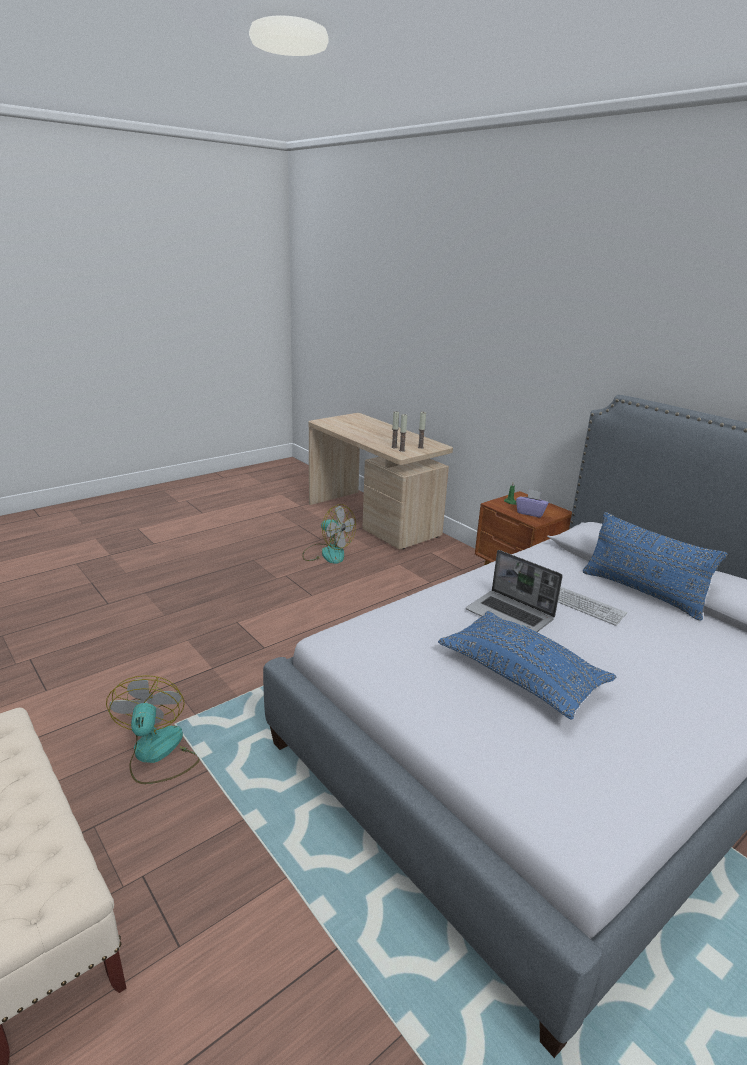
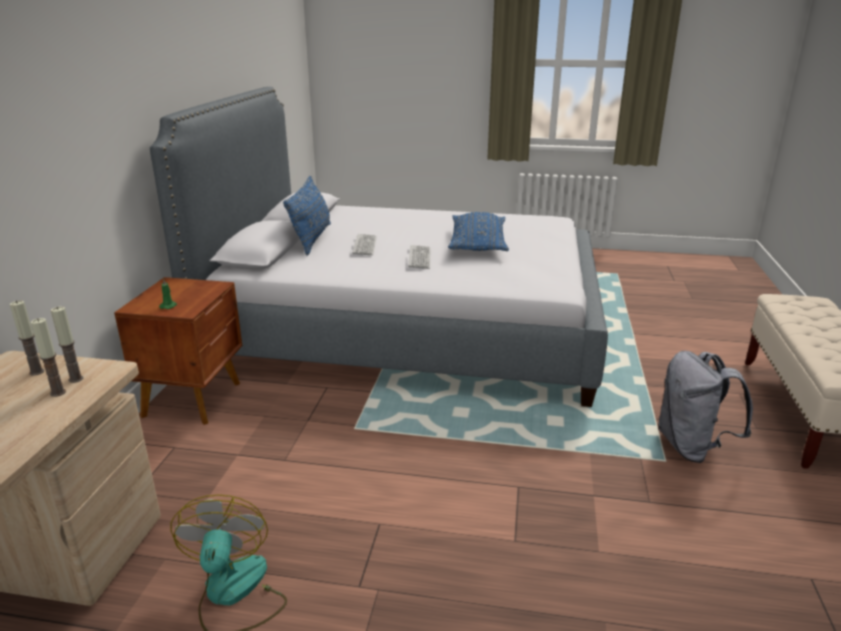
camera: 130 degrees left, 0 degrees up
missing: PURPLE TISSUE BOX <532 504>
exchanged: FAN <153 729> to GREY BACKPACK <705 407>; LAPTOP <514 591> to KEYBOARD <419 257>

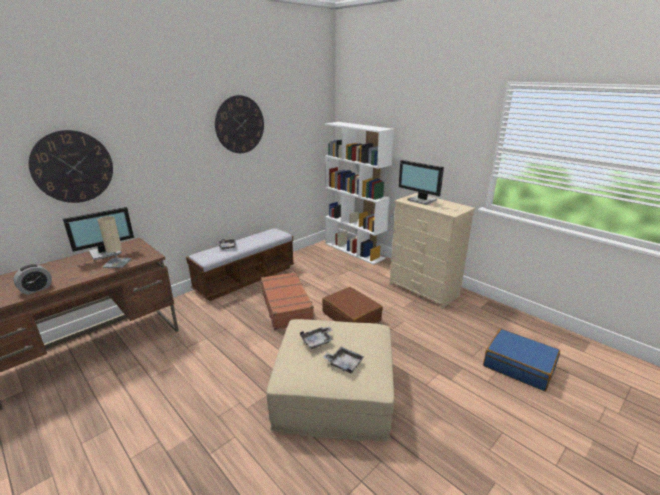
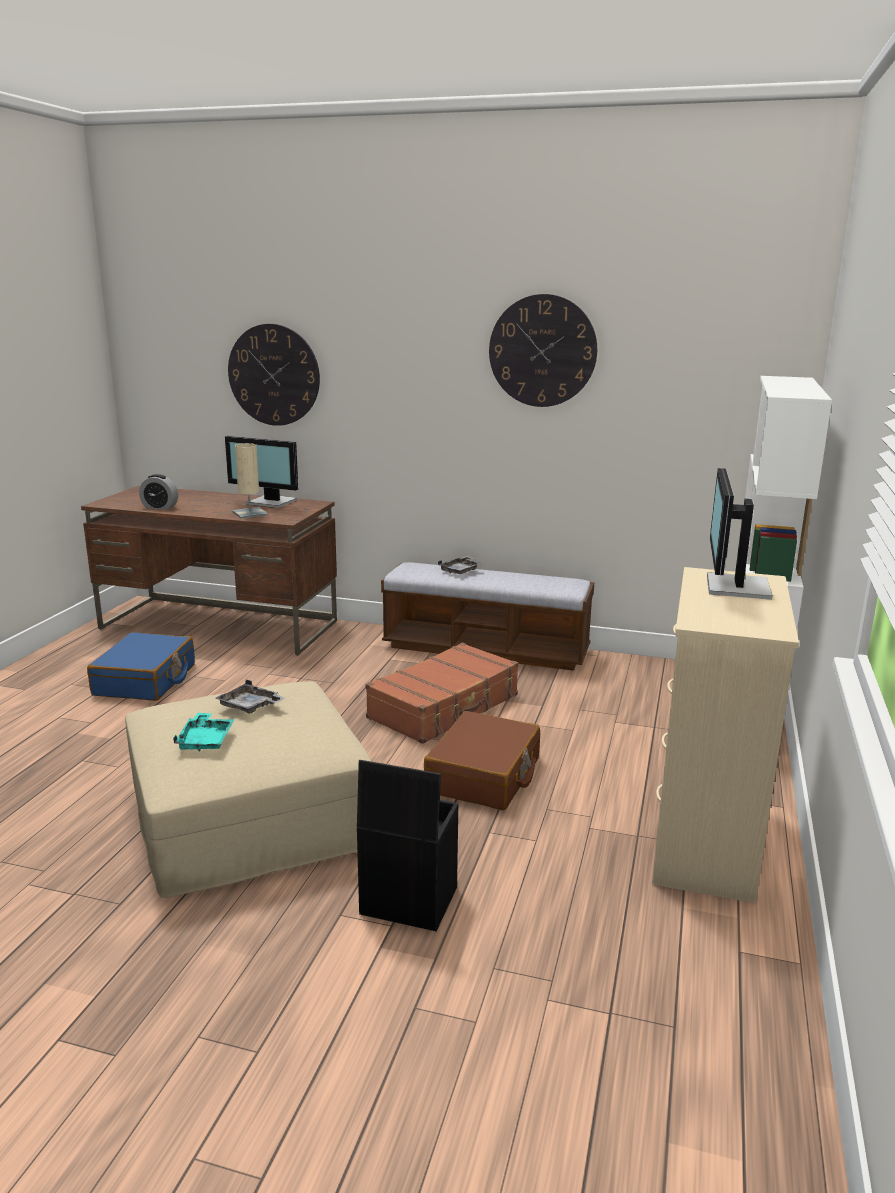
camera: 60 degrees right, 5 degrees down
appeared: BLACK STORAGE BOX <407 845>
relocated: BLUE SUITCASE <521 360> to <141 666>
colour: GREY TRAY <343 360> to TURQUOISE TRAY <204 732>

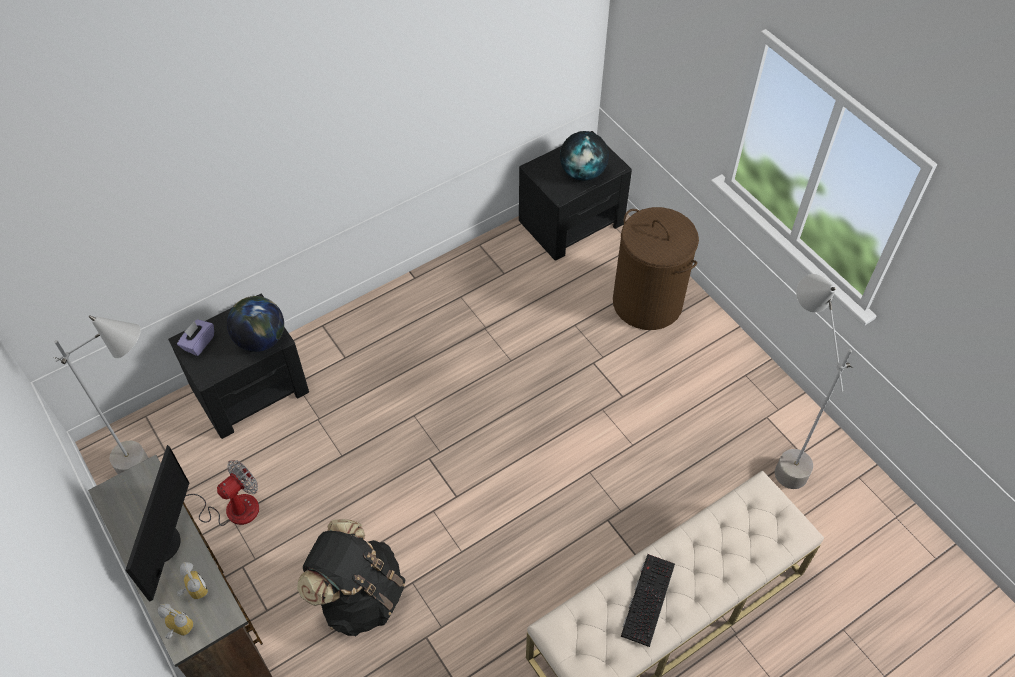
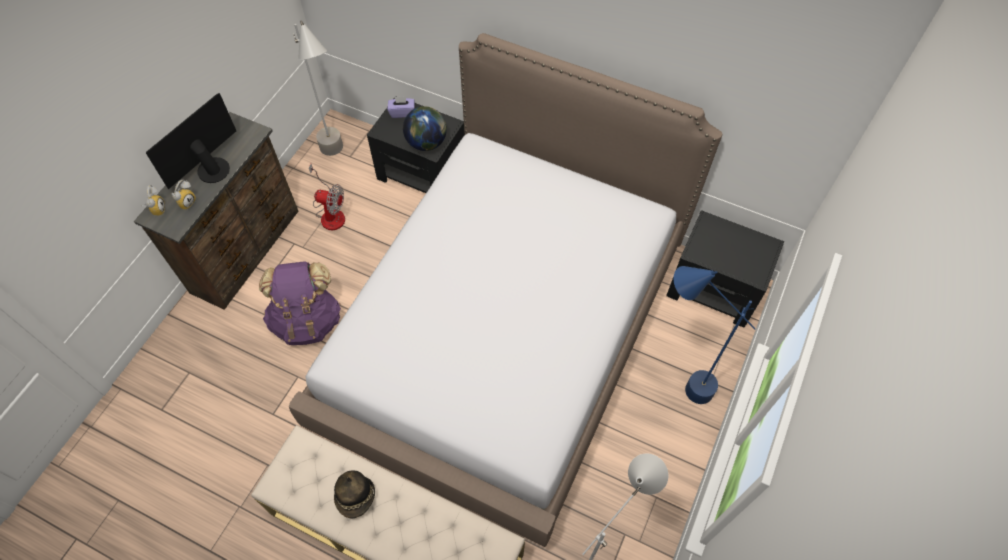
camera: 60 degrees right, 5 degrees up
missing: GLOBE <584 156>
appeared: BED <505 290>
exchanged: BROWN LAUNDRY BASKET <656 268> to BLUE FLOOR LAMP <715 335>; KEYBOARD <648 600> to HAT <354 494>
colour: BLACK BACKPACK <351 577> to PURPLE BACKPACK <300 303>
spun: MONITOR <157 523> = <191 141> 150 degrees clockwise

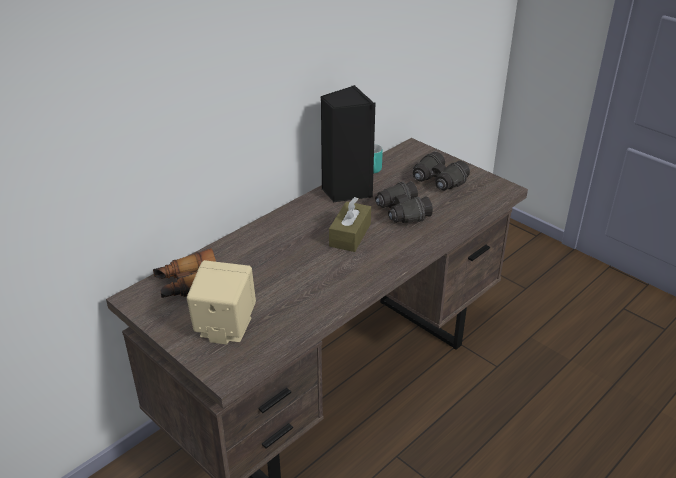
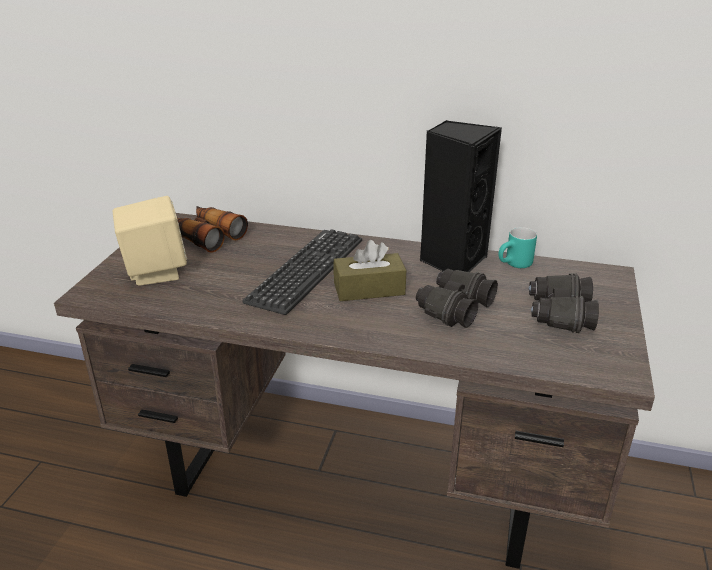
camera: 60 degrees right, 5 degrees down
appeared: KEYBOARD <302 272>

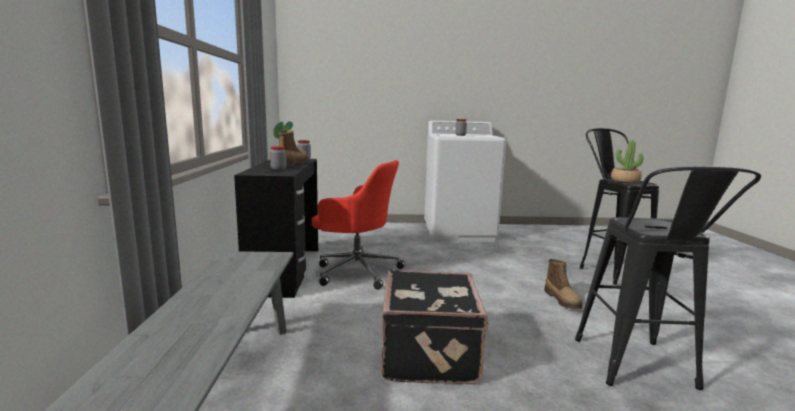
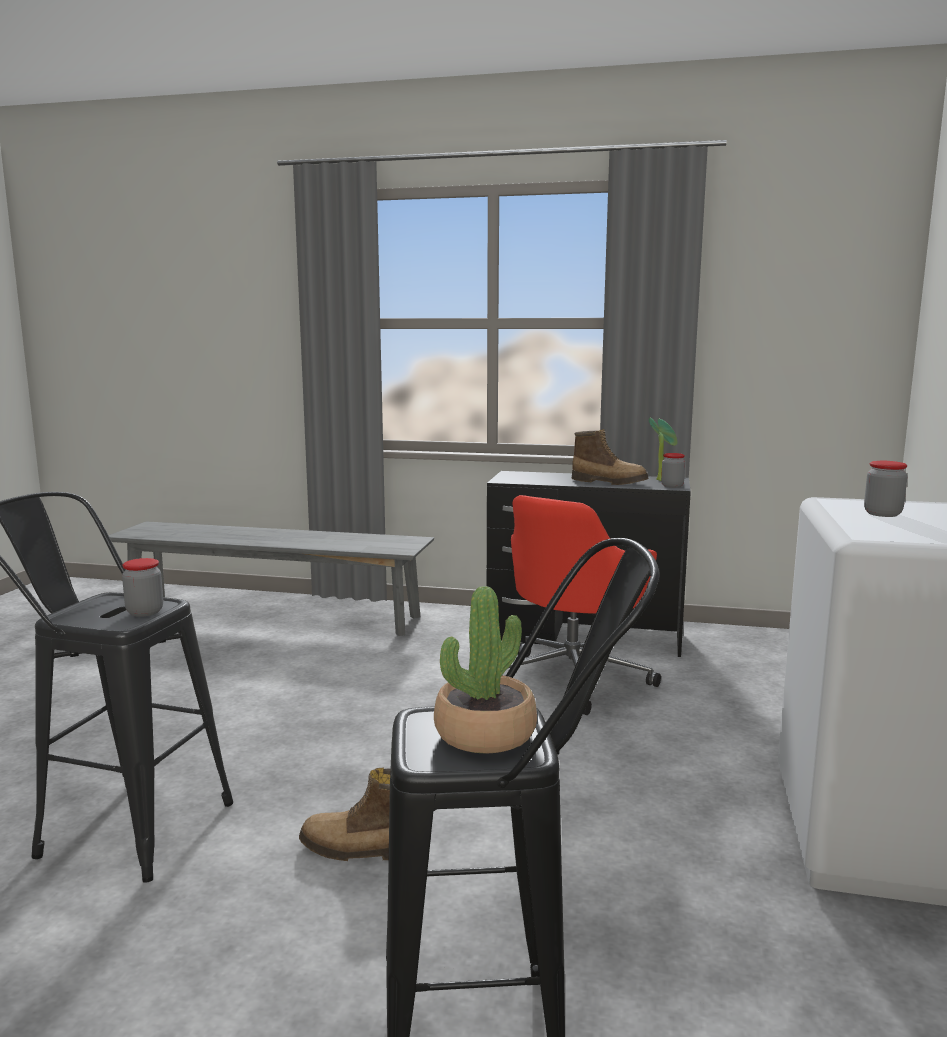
camera: 105 degrees right, 0 degrees up
missing: BLACK SUITCASE <435 327>
relocated: JAR <278 158> to <142 587>

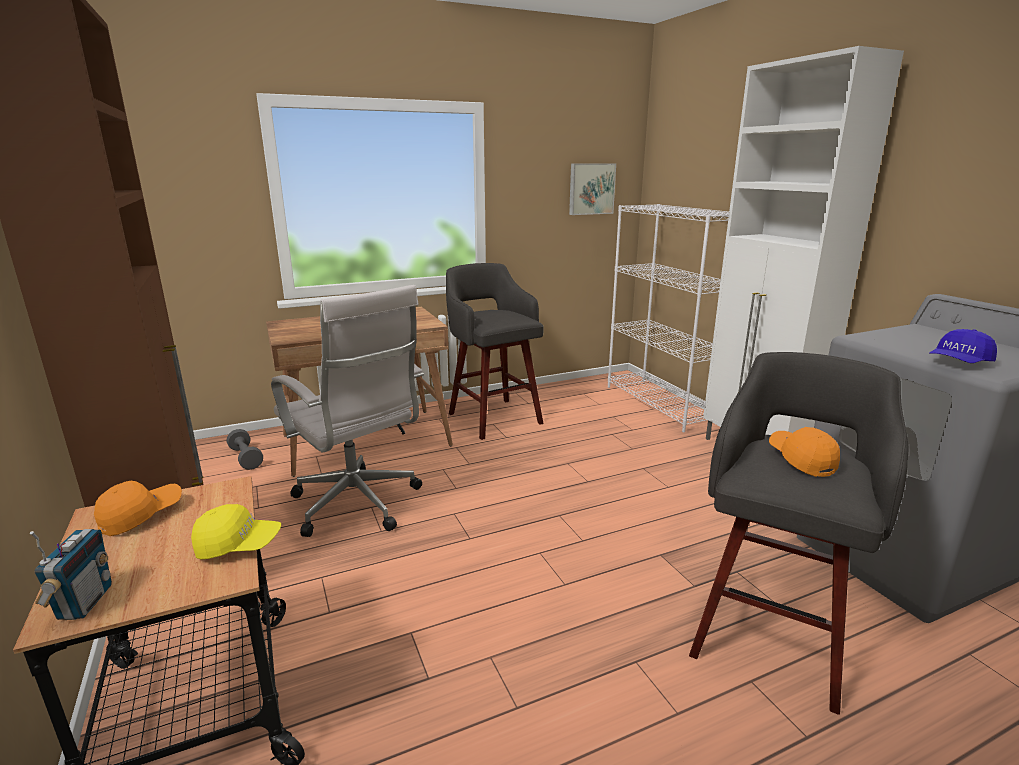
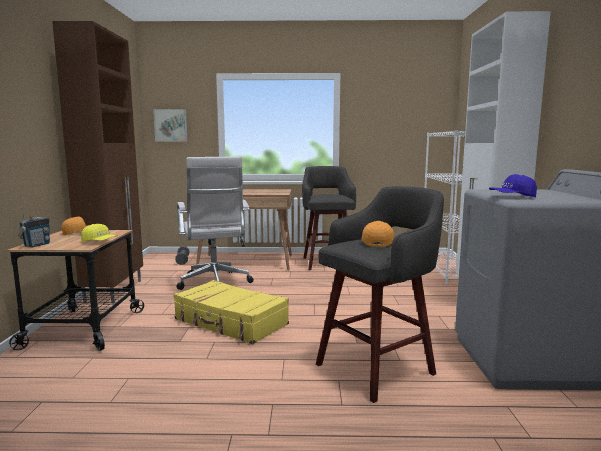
camera: 25 degrees right, 10 degrees down
appeared: YELLOW SUITCASE <231 312>
relocated: PICTURE <592 189> to <170 125>

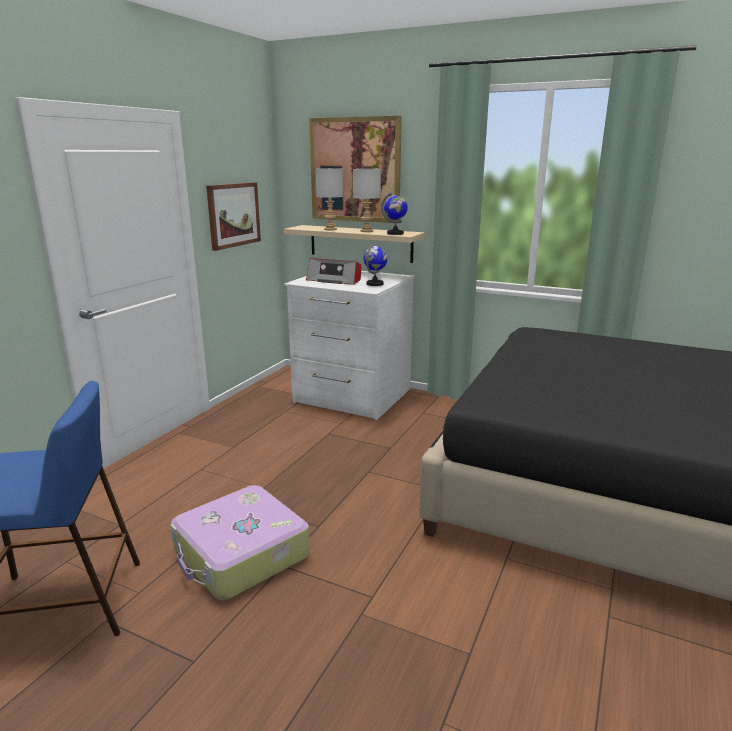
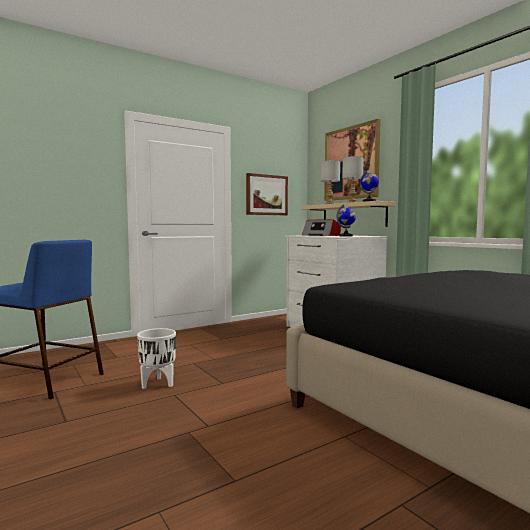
camera: 30 degrees right, 15 degrees down
exchanged: SUITCASE <240 542> to WHITE PLANTER <156 358>

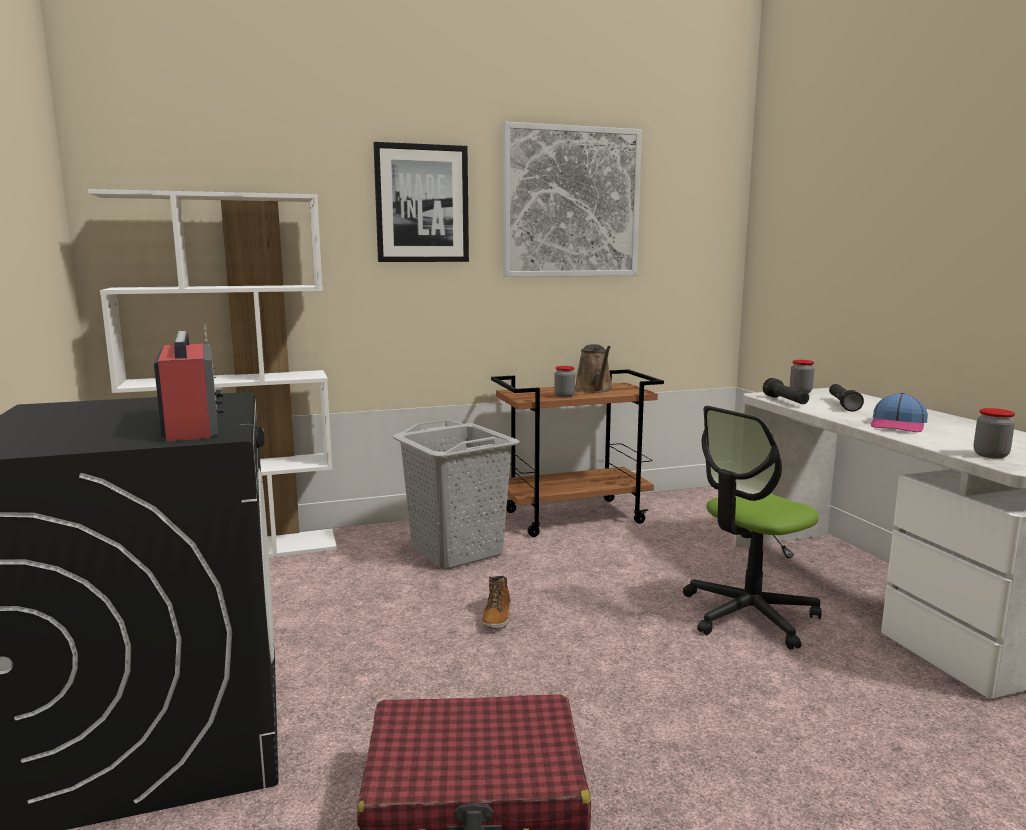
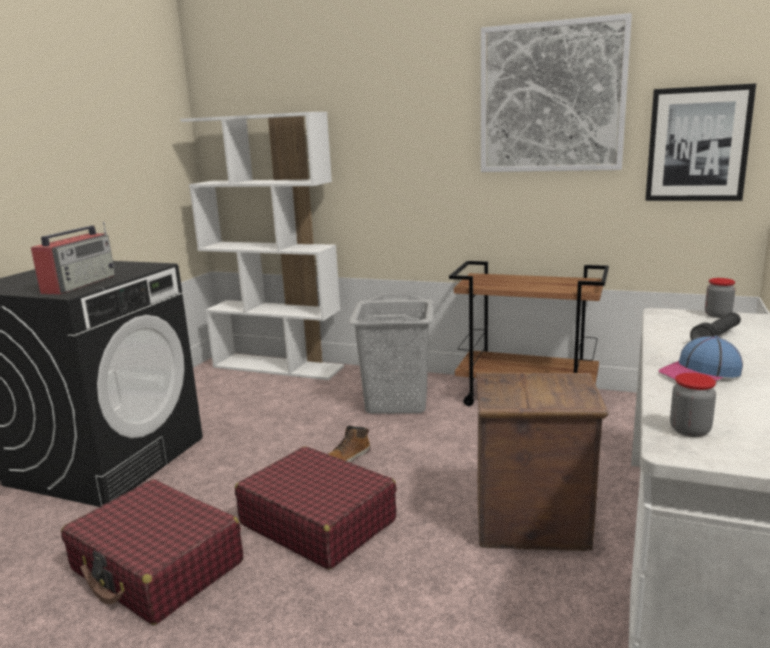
camera: 40 degrees right, 5 degrees up
missing: JAR <564 382>; BROWN WATERING CAN <594 368>; BLACK FLASHLIGHT <786 391>
appeared: RED SUITCASE <316 508>
relocated: PICTURE <421 202> to <700 142>
exchanged: OFFICE CHAIR <752 527> to CRATE <542 461>

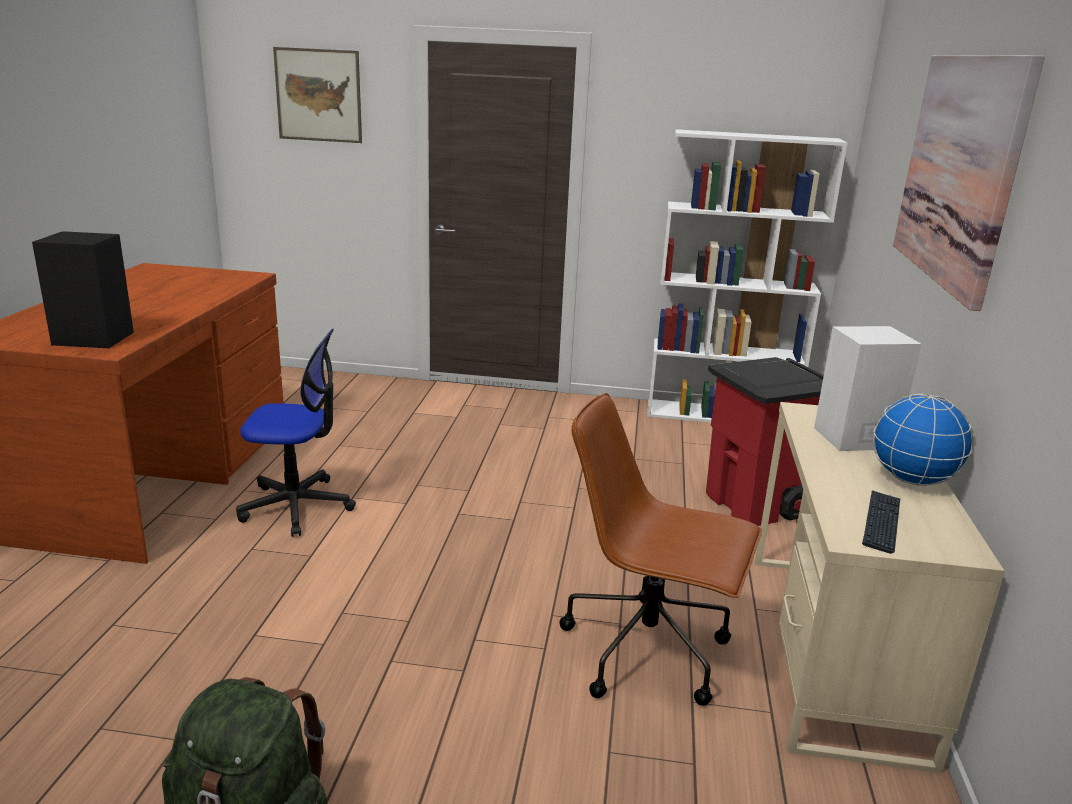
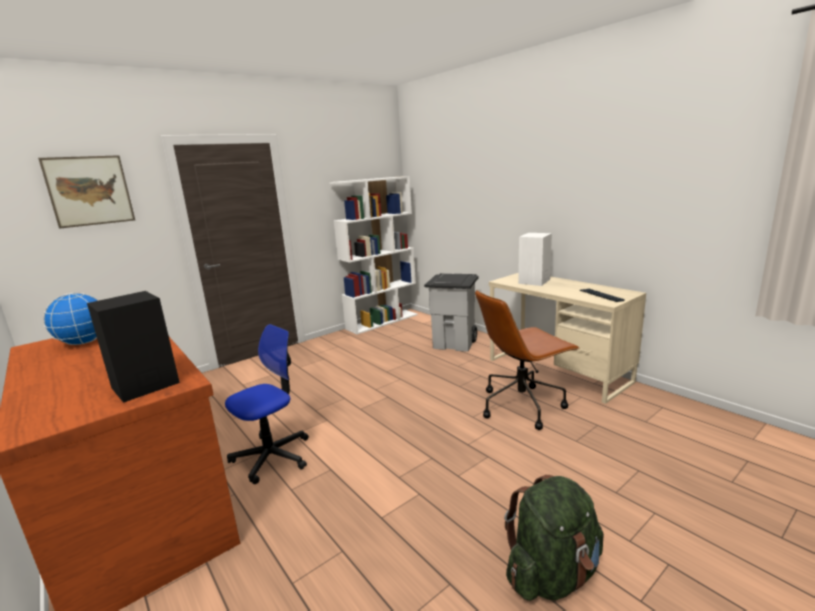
camera: 45 degrees left, 5 degrees down
missing: PICTURE <969 183>
relocated: GLOBE <923 440> to <71 319>
colour: RED TRASH CAN <765 441> to GREY TRASH CAN <451 312>

